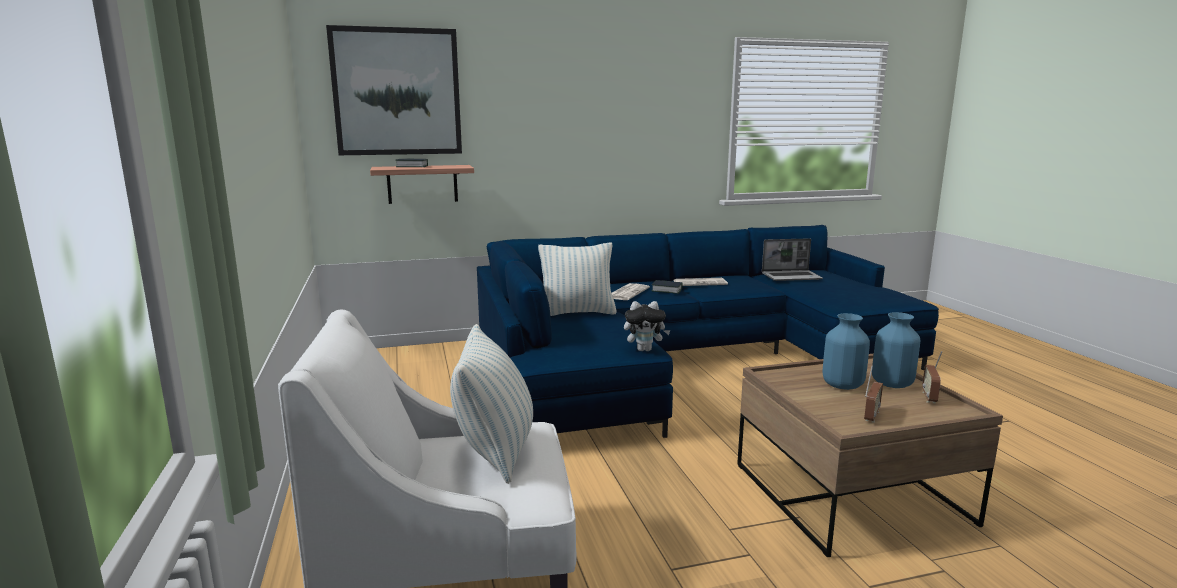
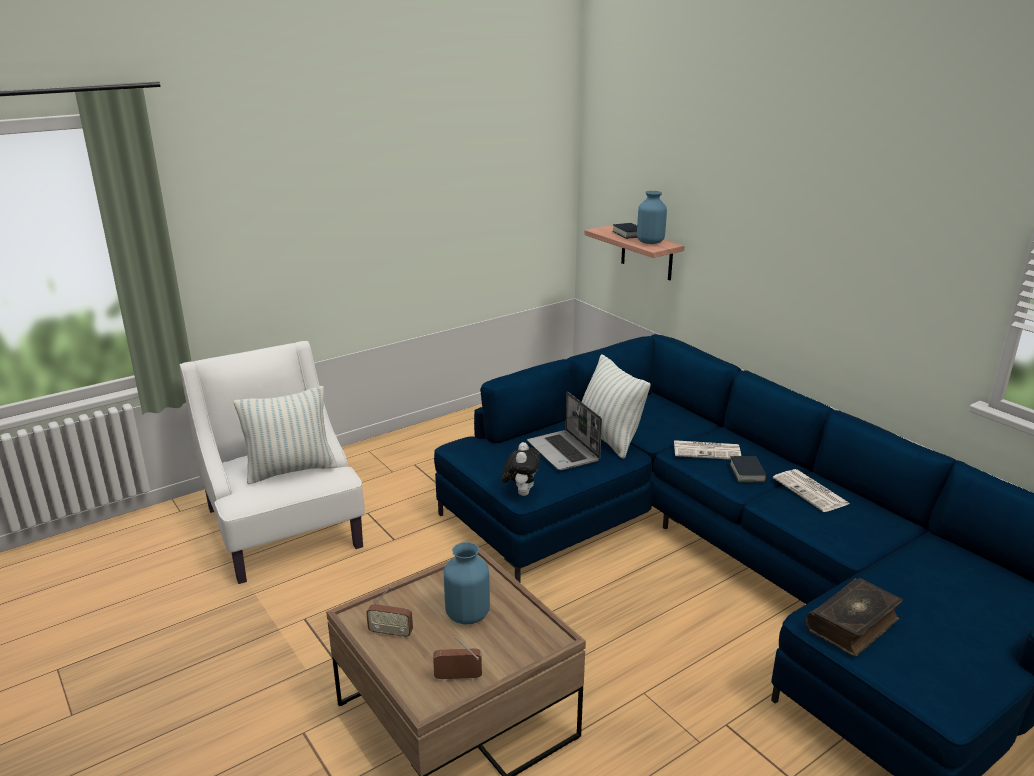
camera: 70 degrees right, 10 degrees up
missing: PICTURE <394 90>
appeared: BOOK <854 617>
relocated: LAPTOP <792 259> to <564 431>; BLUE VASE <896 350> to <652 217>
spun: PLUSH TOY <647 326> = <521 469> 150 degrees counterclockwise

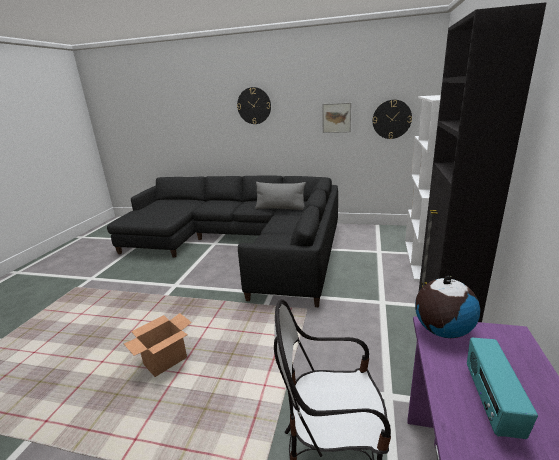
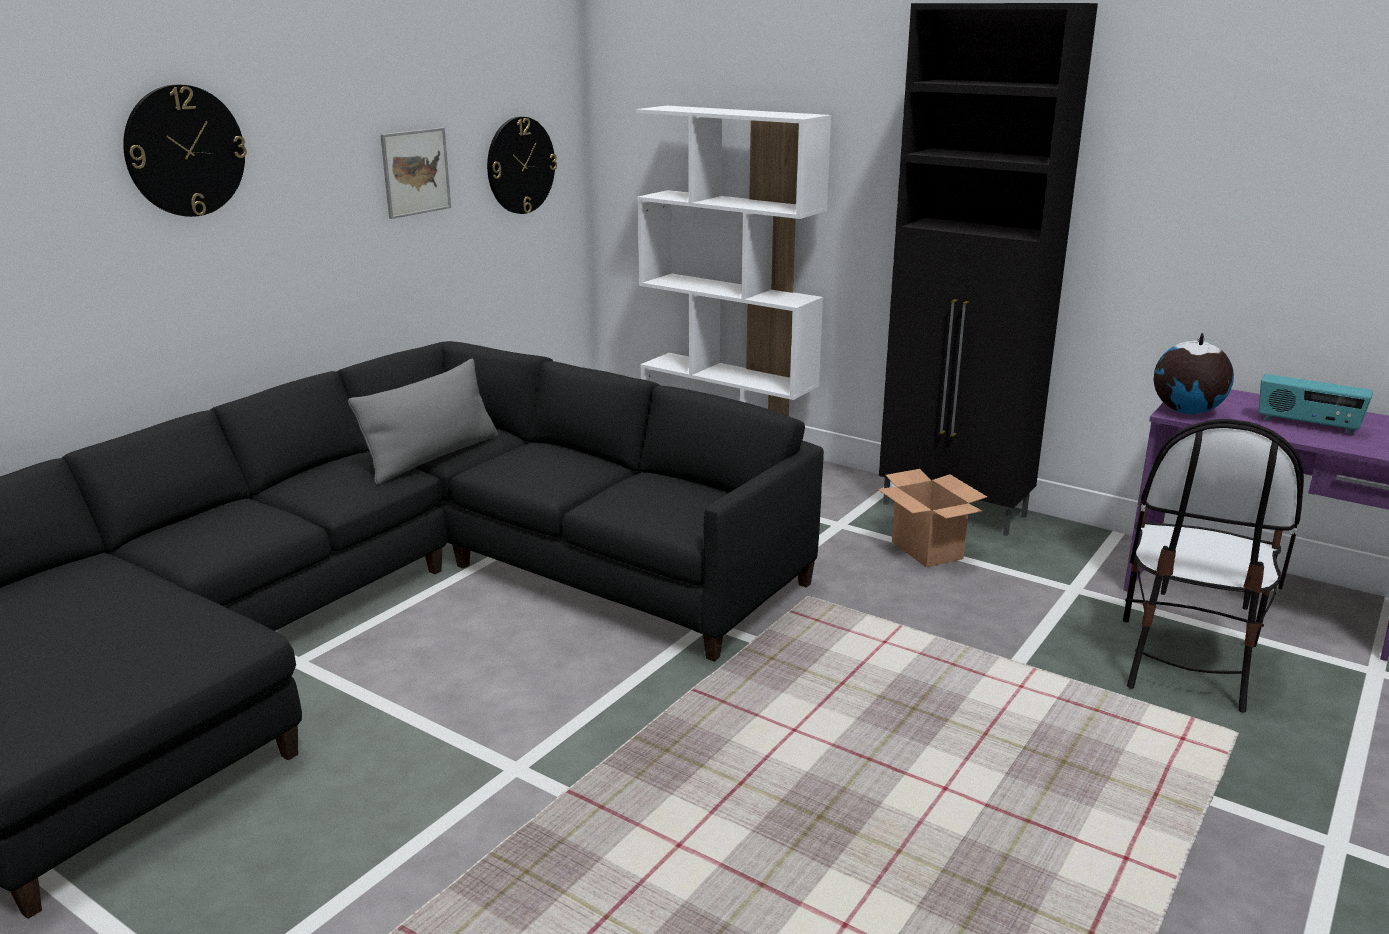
camera: 70 degrees left, 0 degrees up
relocated: CARDBOARD BOX <158 345> to <932 518>

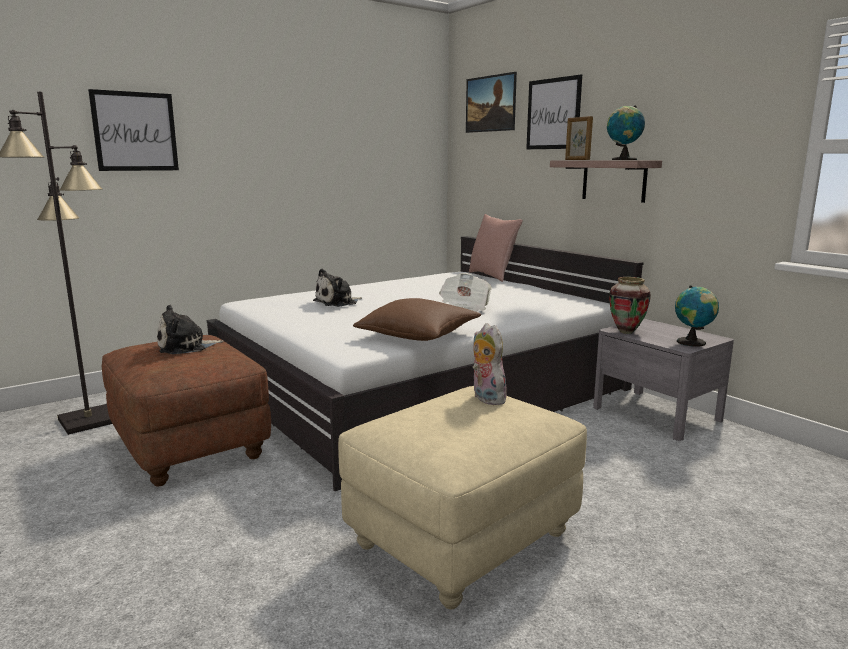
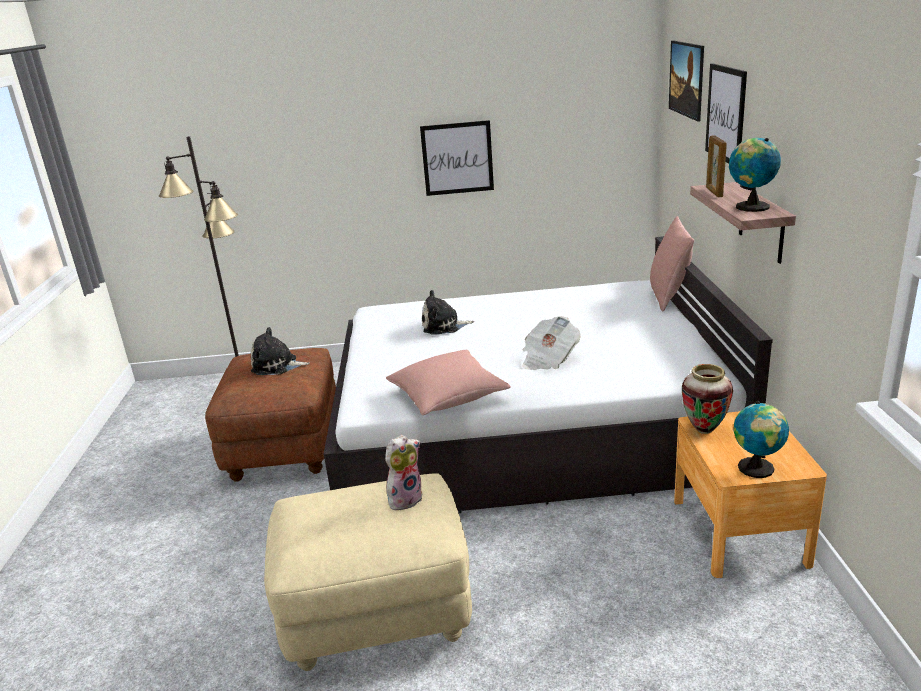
camera: 35 degrees right, 10 degrees up
relocated: PICTURE <133 130> to <457 158>
colour: BROWN PILLOW <417 319> to PINK PILLOW <448 382>; GREY NIGHTSTAND <663 380> to BROWN NIGHTSTAND <750 494>
spun: PLUSH TOY <490 364> = <403 472> 45 degrees clockwise

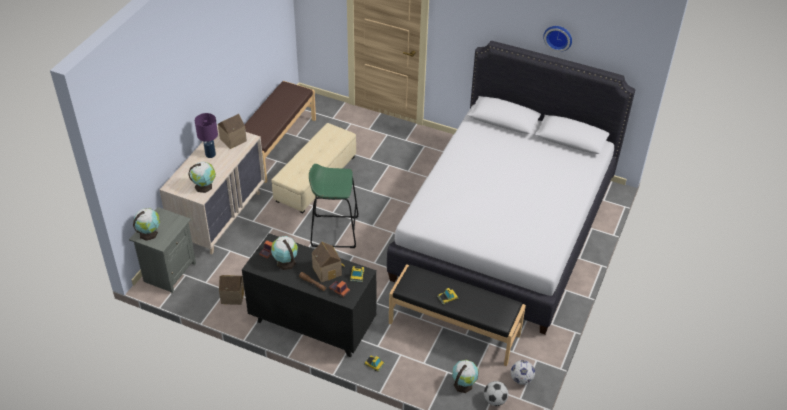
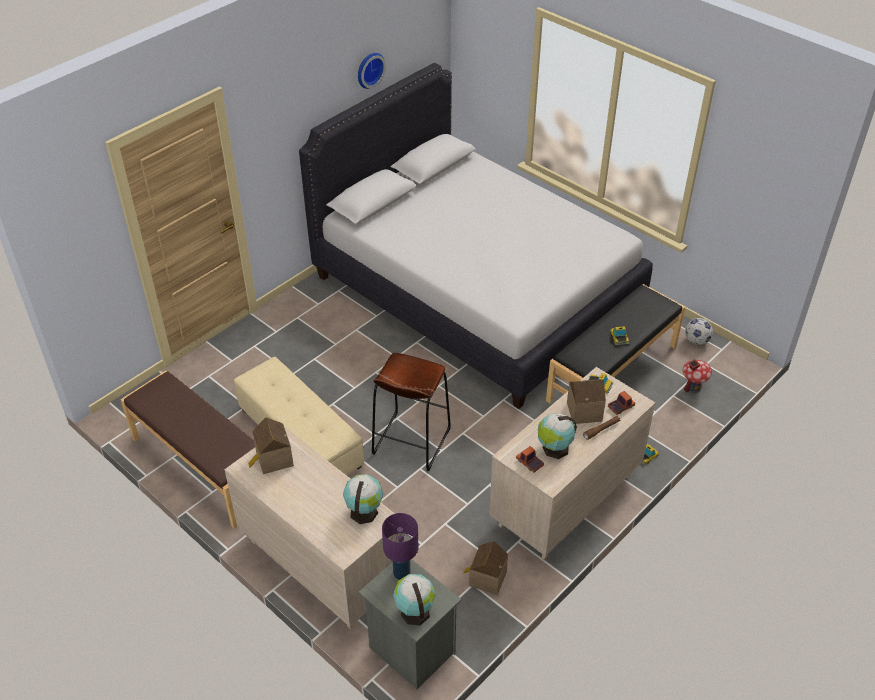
camera: 70 degrees left, 0 degrees up
missing: FOOTBALL <496 393>
relocated: PURPLE TABLE LAMP <206 135> to <400 546>
exchanged: GLOBE <465 376> to TOY HOUSE <697 376>
colour: BLACK DRESSER <309 295> to BEIGE DRESSER <572 463>; GREEN STOOL <333 206> to BROWN STOOL <411 412>

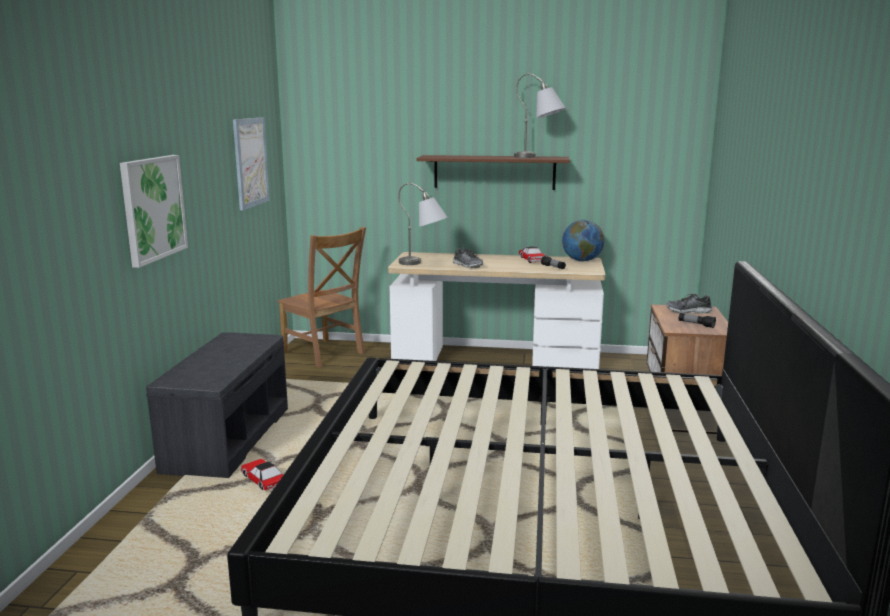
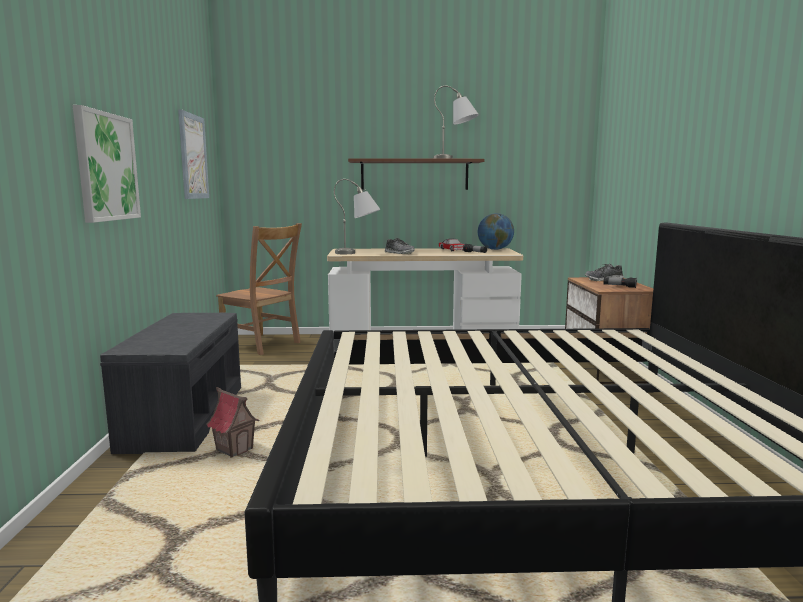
camera: 10 degrees left, 5 degrees down
exchanged: TOY CAR <262 475> to TOY HOUSE <232 422>

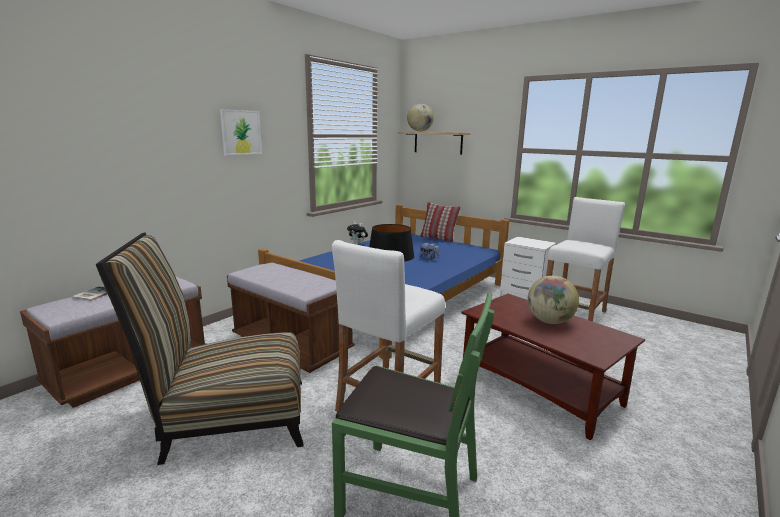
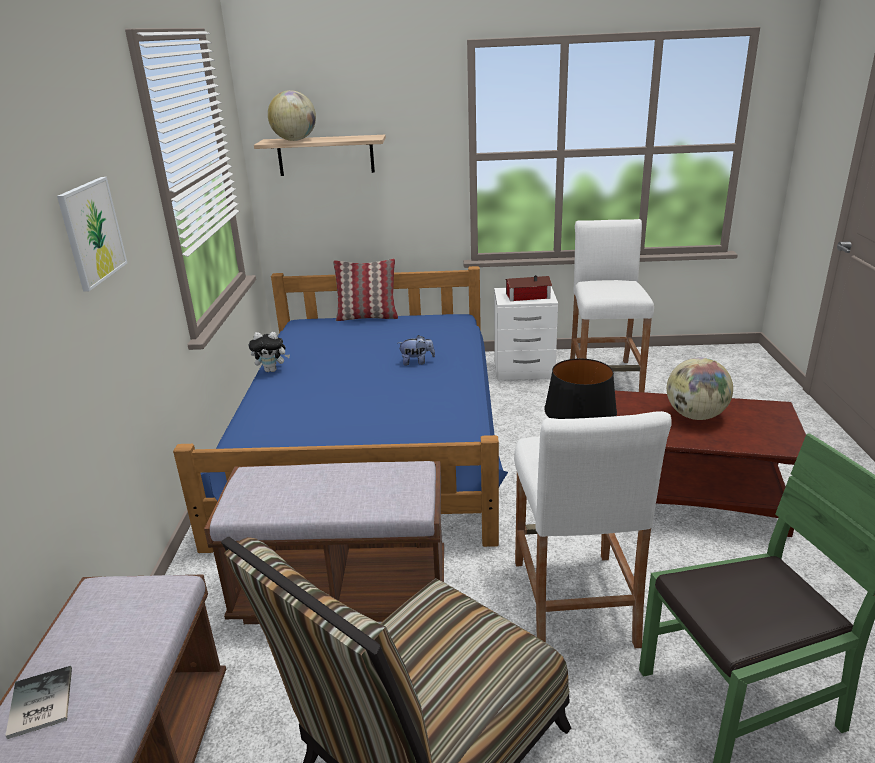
camera: 35 degrees left, 10 degrees up
appeared: TOY HOUSE <528 288>

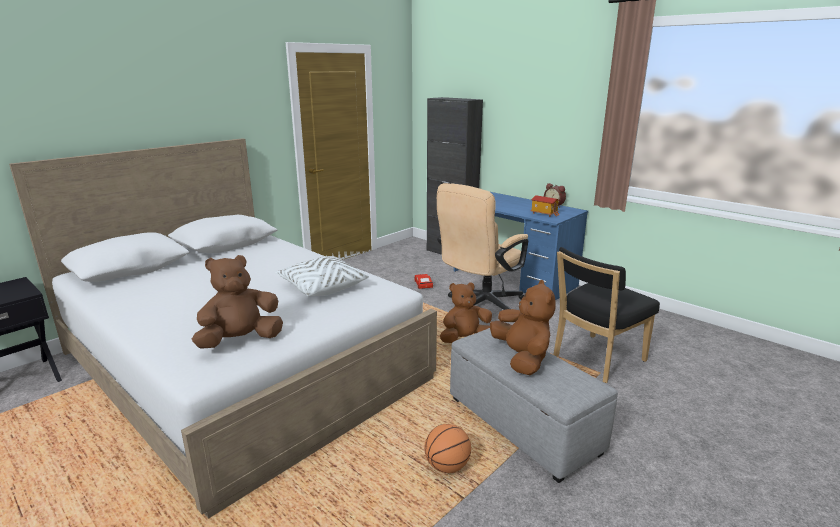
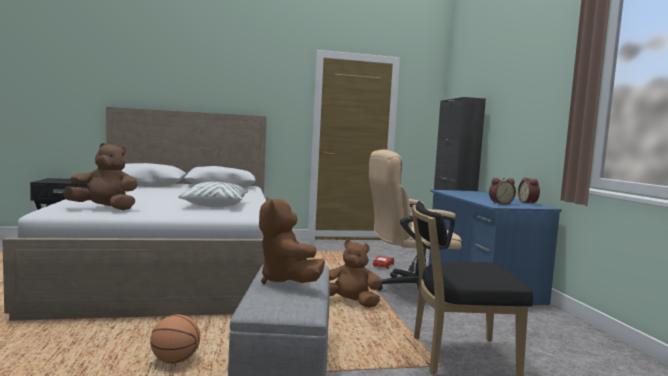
camera: 35 degrees right, 15 degrees down
exchanged: TOY HOUSE <545 206> to ALARM CLOCK <502 191>
spun: BROWN PLUSH TOY <522 327> = <292 240> 135 degrees clockwise

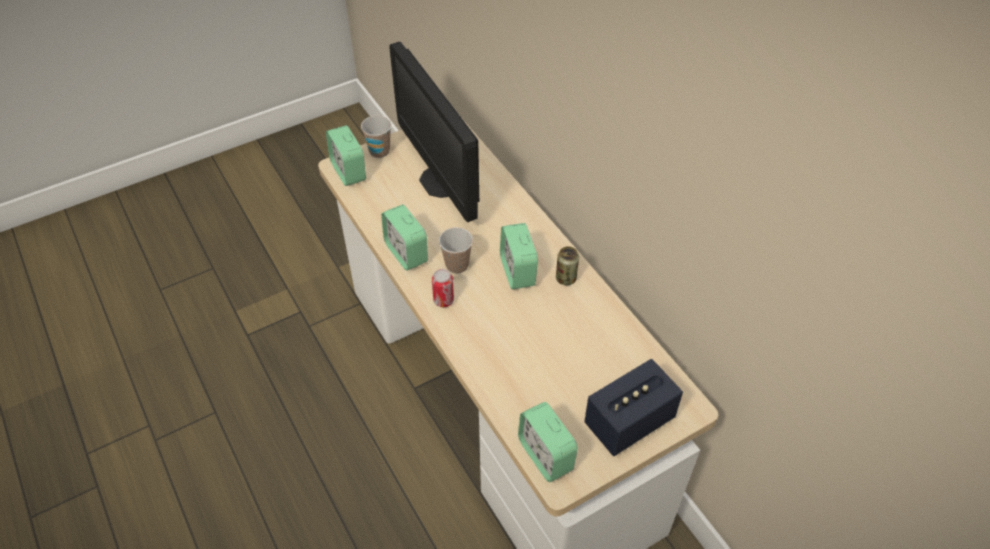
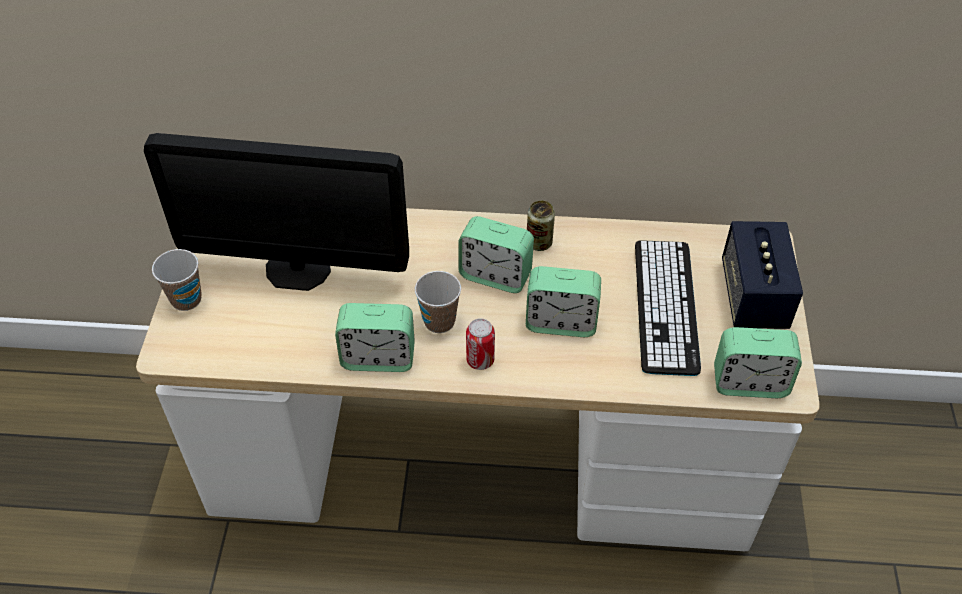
camera: 55 degrees left, 0 degrees up
appeared: KEYBOARD <668 308>
relocated: ALARM CLOCK <346 155> to <563 301>

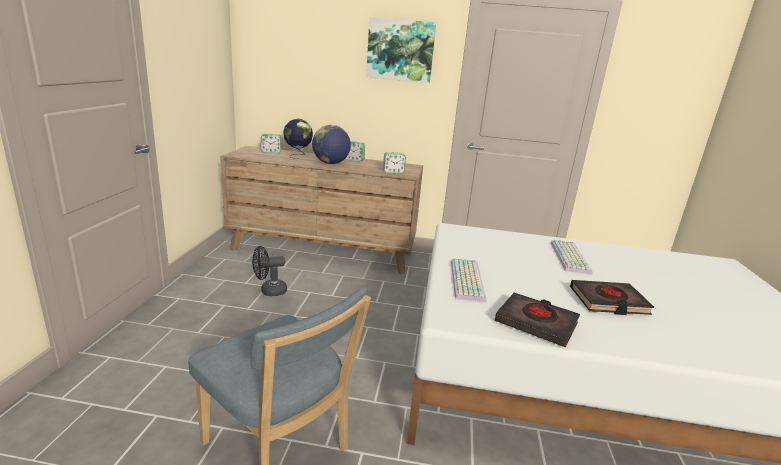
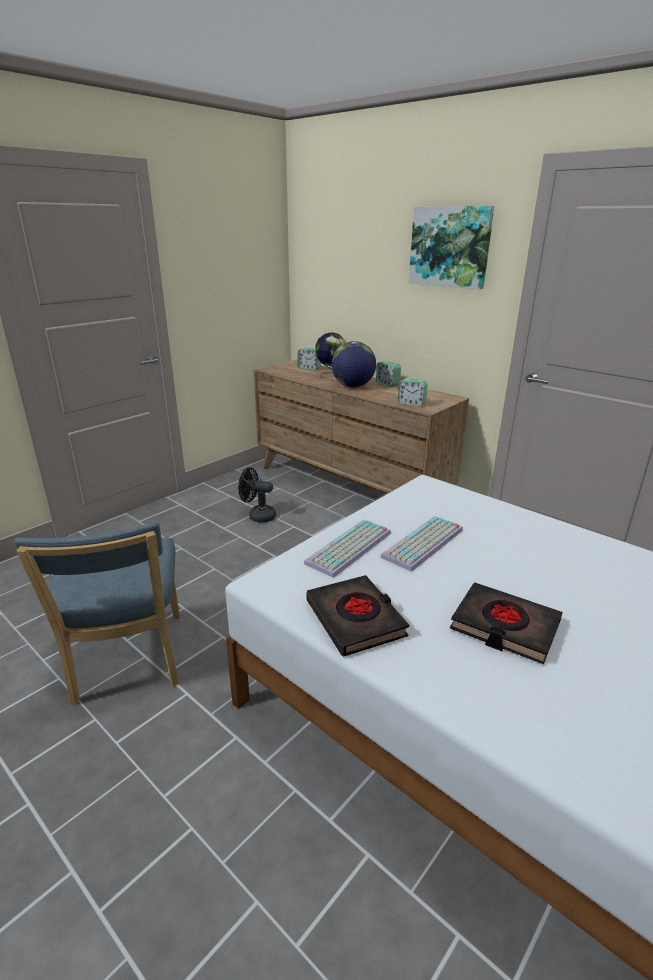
camera: 35 degrees right, 5 degrees up
relocated: KEYBOARD <571 257> to <422 544>

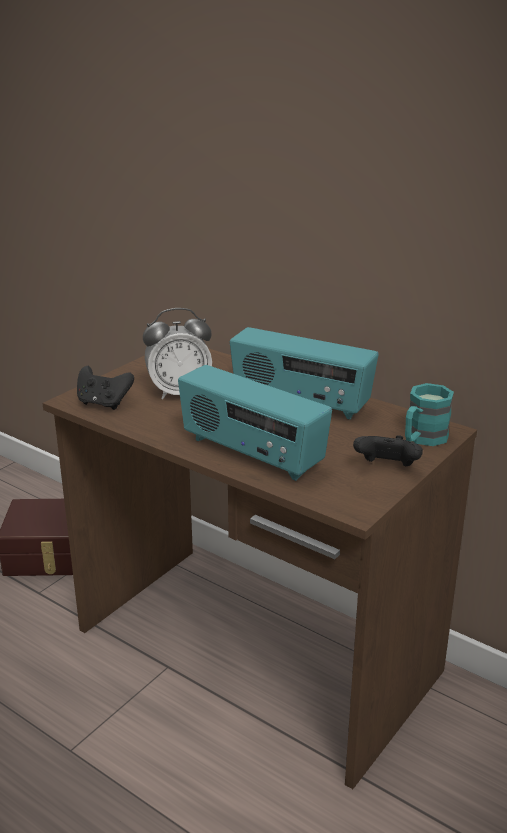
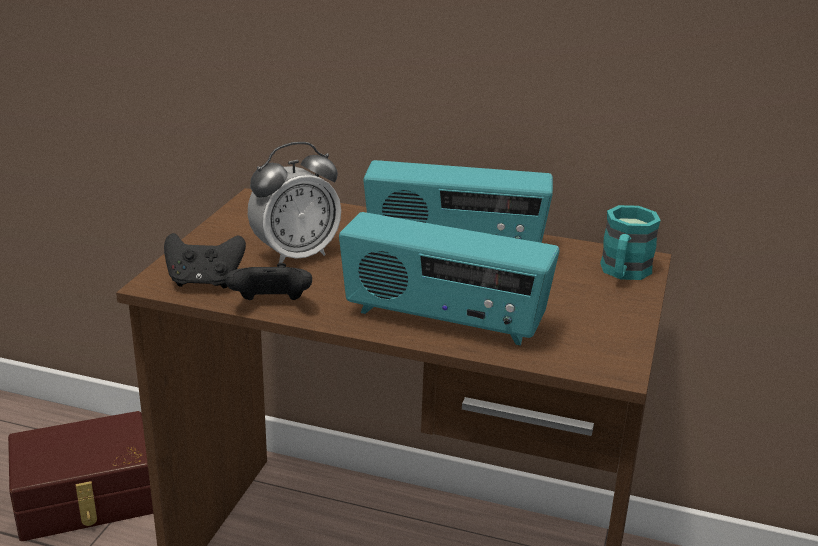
camera: 20 degrees left, 0 degrees up
relocated: BLACK GAME CONTROLLER <388 451> to <268 281>

